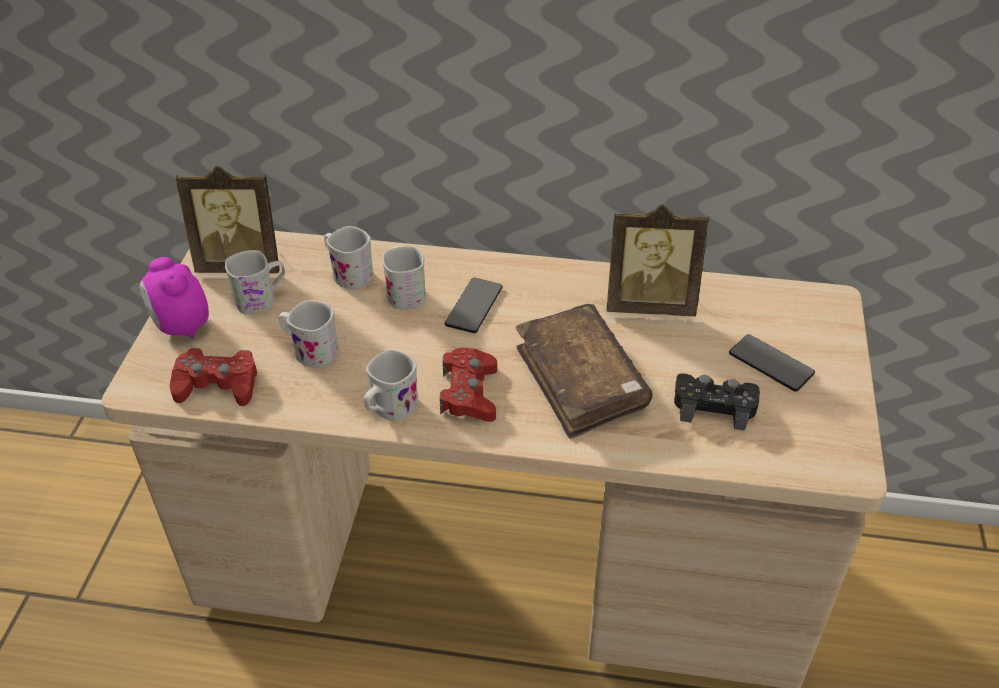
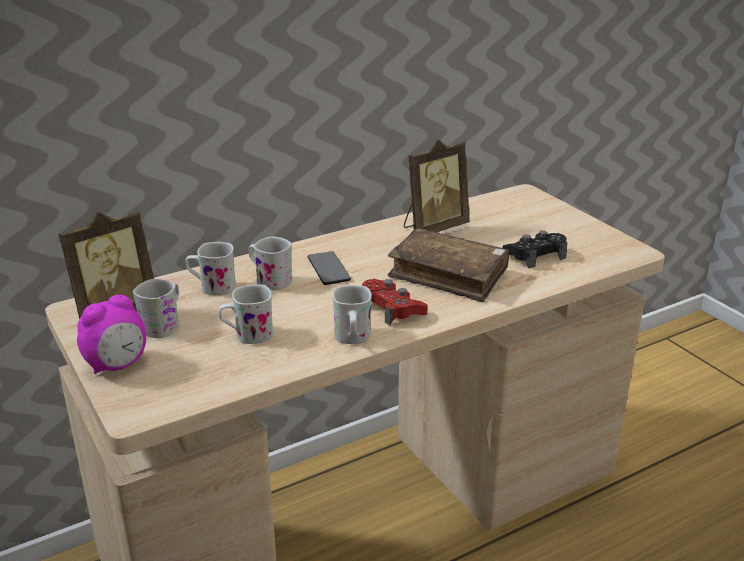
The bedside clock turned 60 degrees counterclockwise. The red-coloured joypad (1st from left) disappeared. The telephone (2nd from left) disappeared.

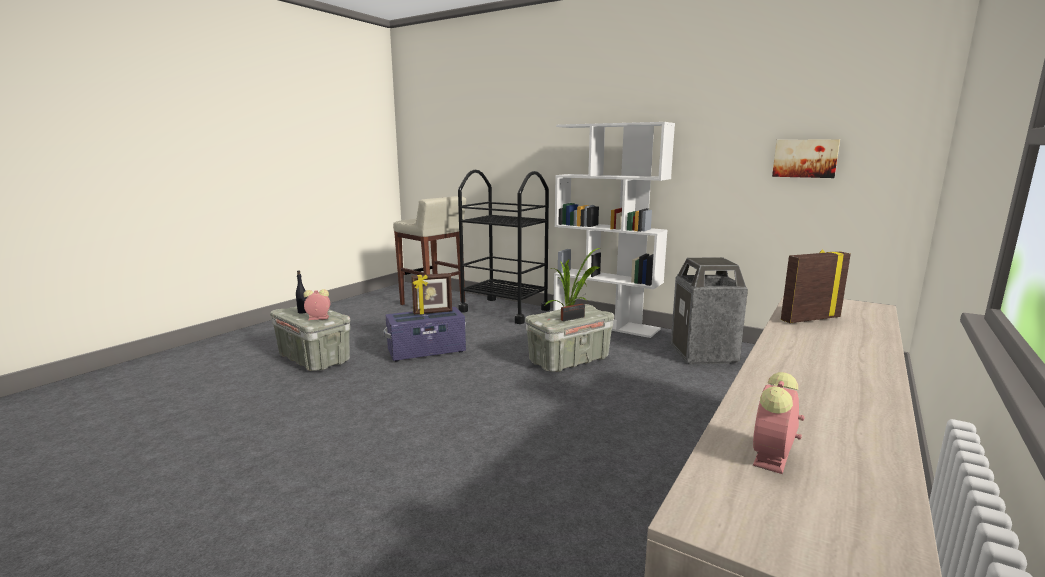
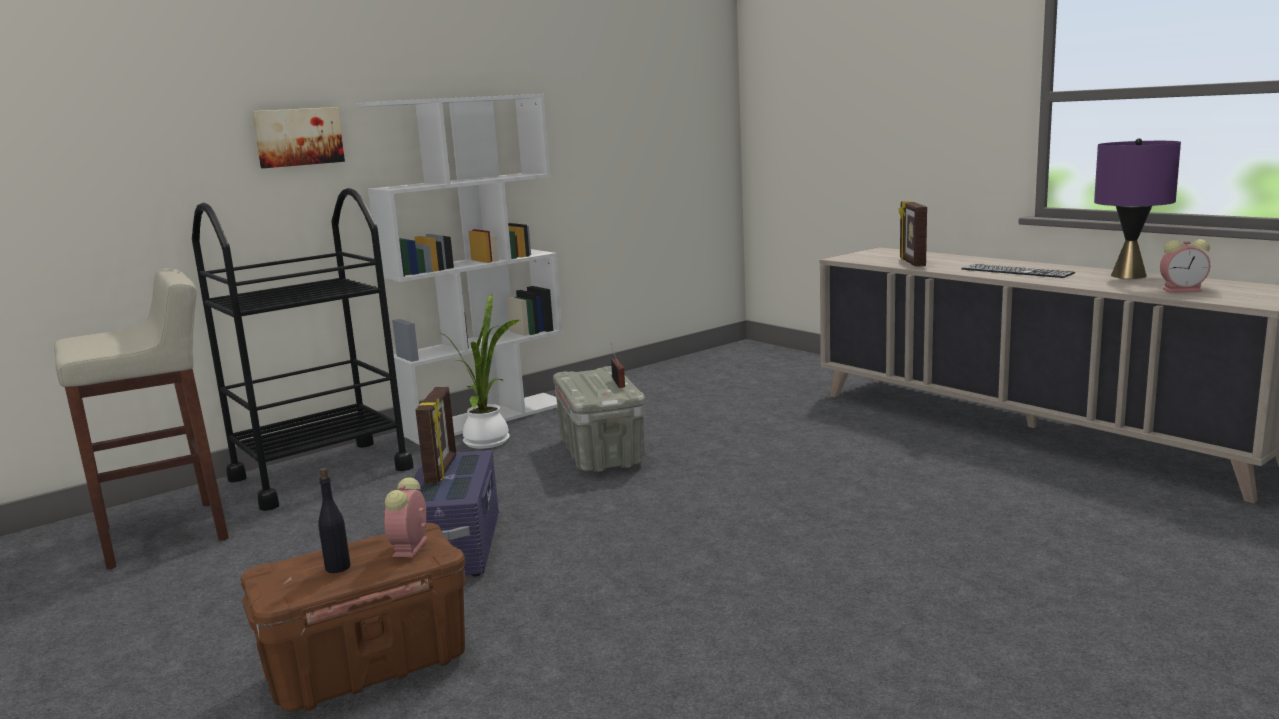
The gray storage container (1st from left) became the brown-coloured storage container. The rubbish bin disappeared. The bedside clock (2nd from left) turned 45 degrees counterclockwise. The wall art moved. The PC keyboard appeared. The purplish table lamp appeared.

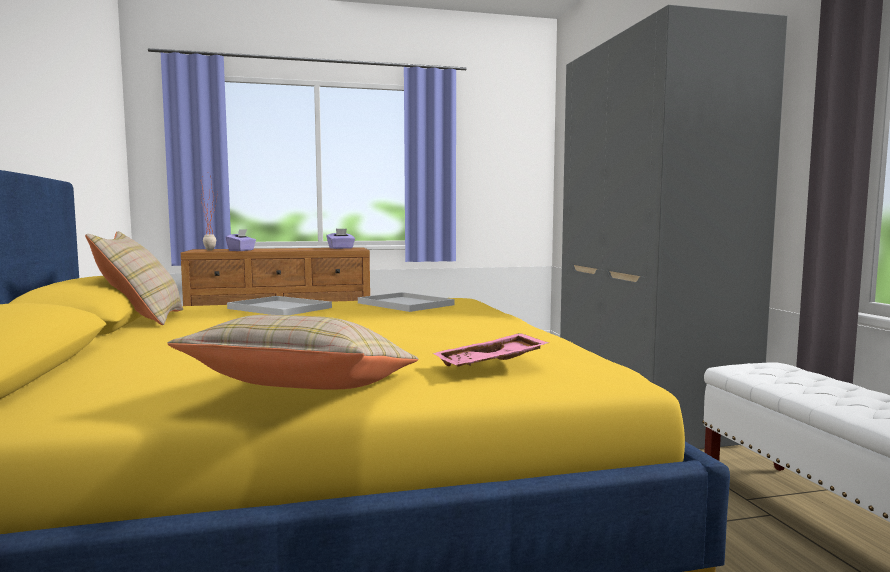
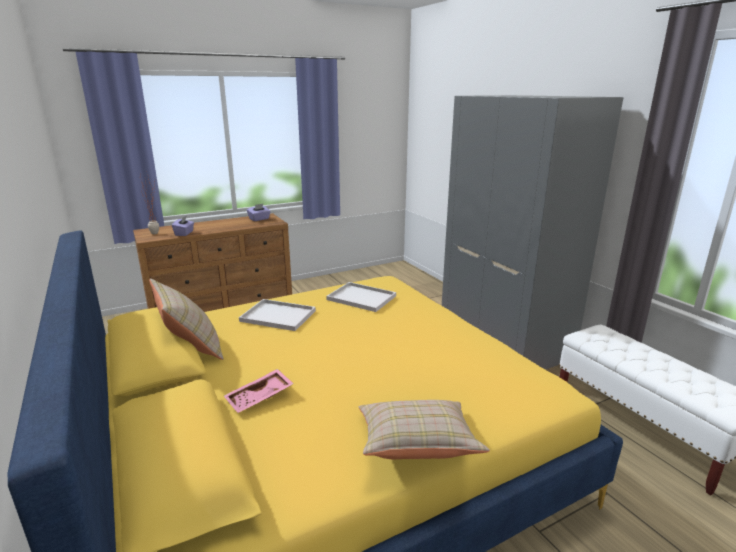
The pinkish serving tray moved.

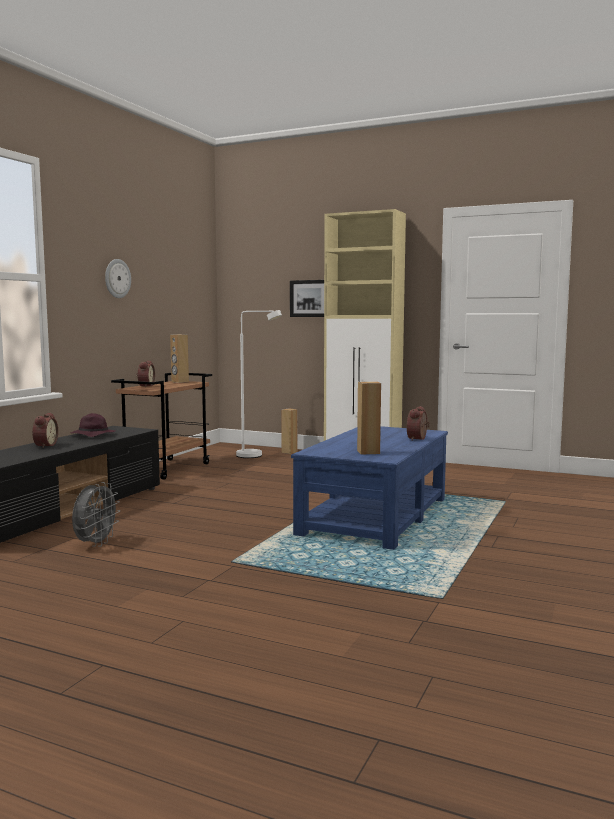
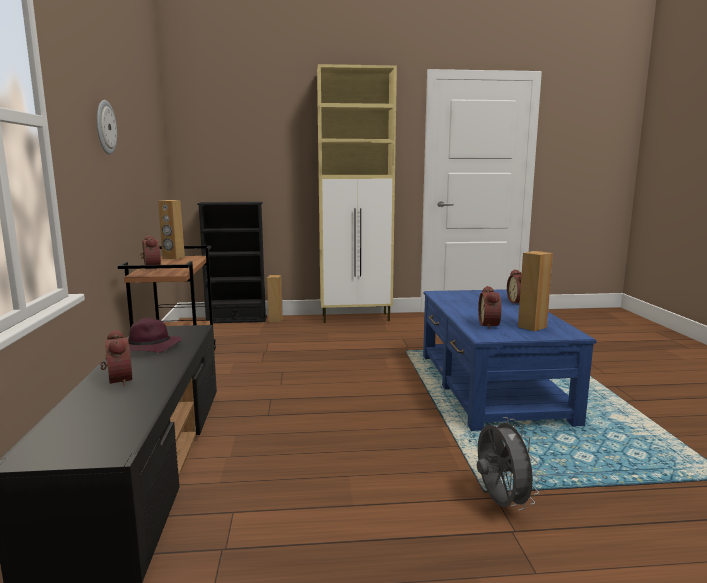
The gray fan moved. The white-coloured standing lamp disappeared. The wall art disappeared. The blackish bookshelf appeared. The bedside clock (3rd from left) appeared.

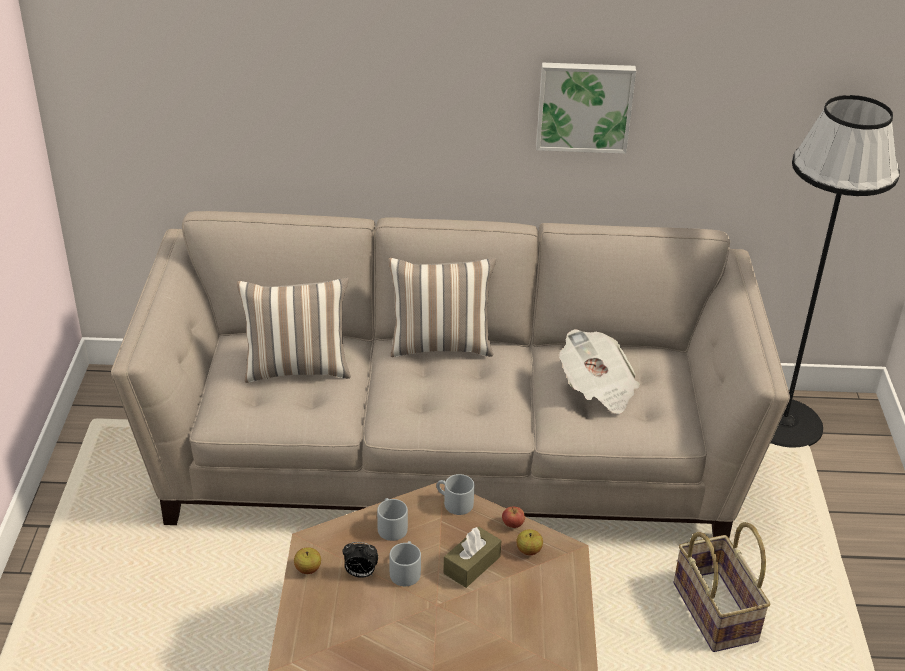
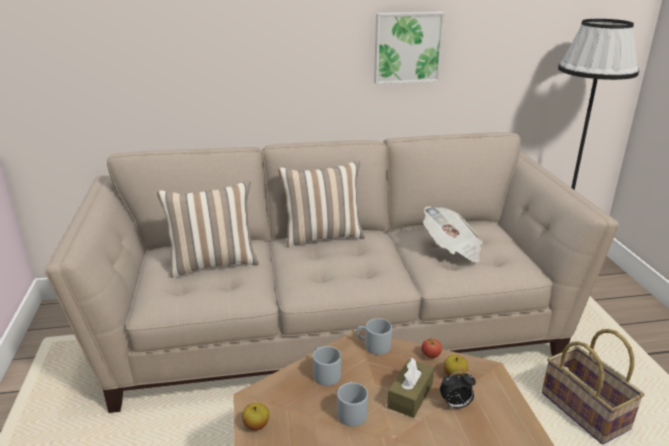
The bedside clock moved.

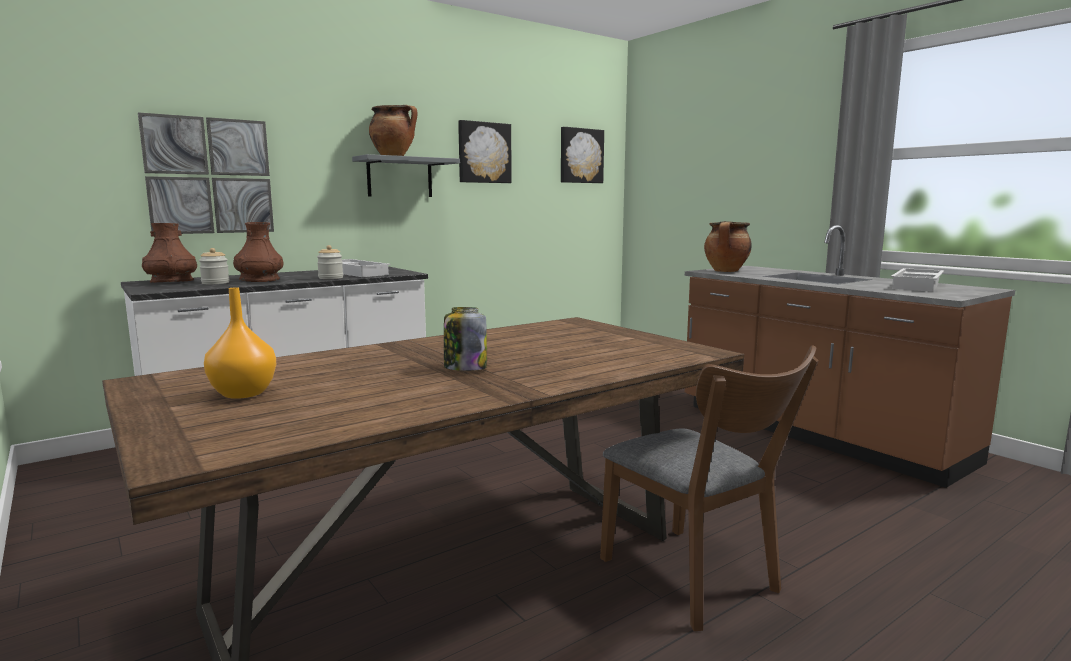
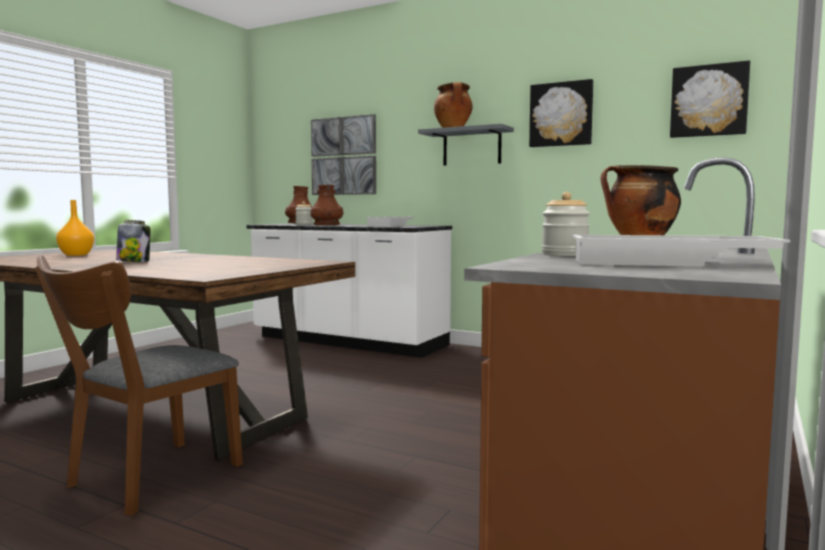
The jar (2nd from left in the first image) moved.

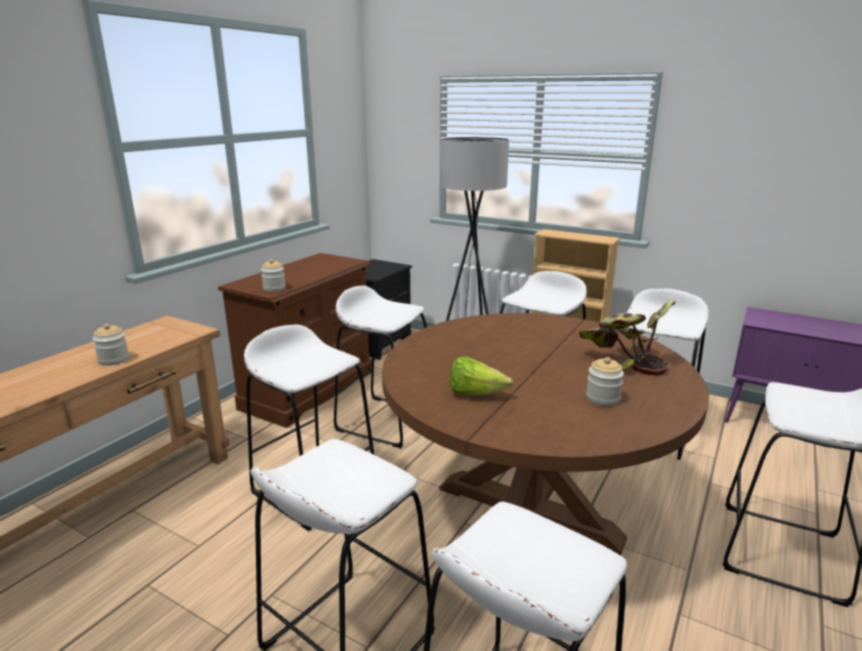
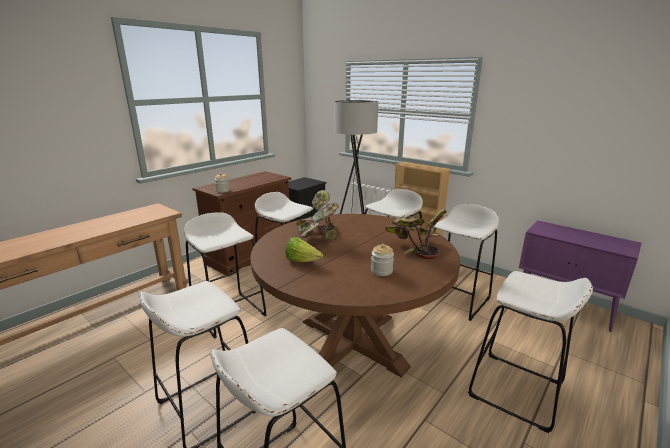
The jar (1st from left) disappeared. The potted plant (1st from left) appeared.

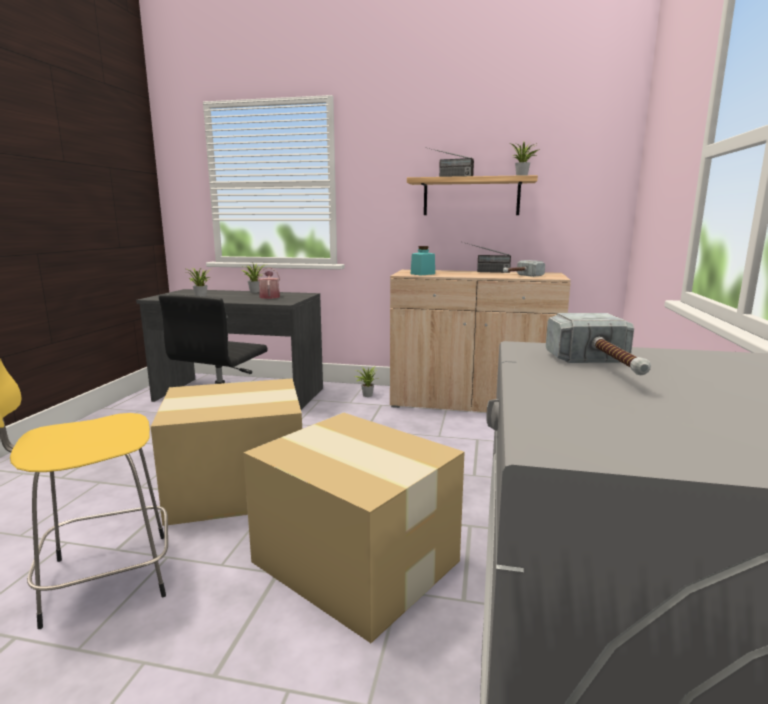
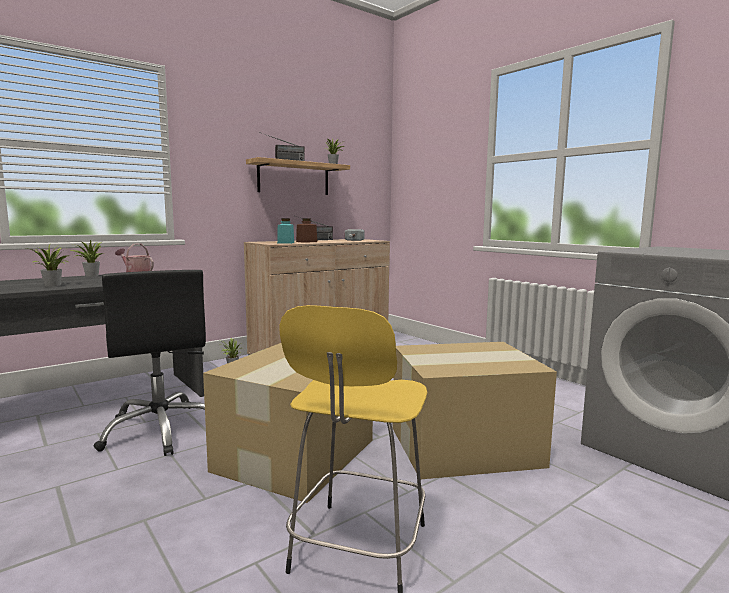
The hand hammer (2nd from left) disappeared. The brown-coloured jar appeared.

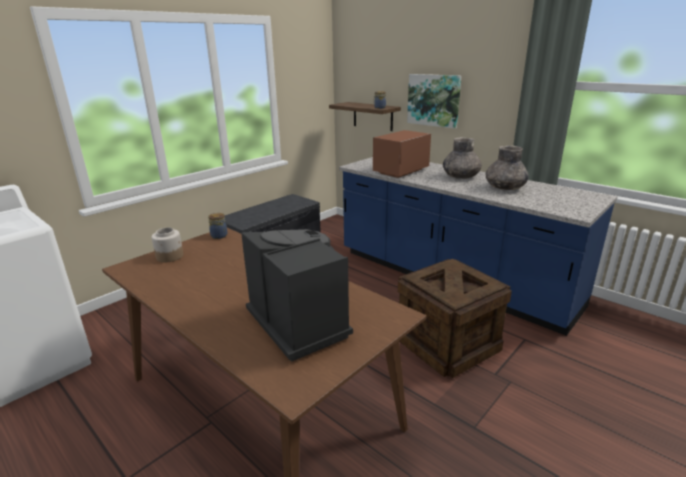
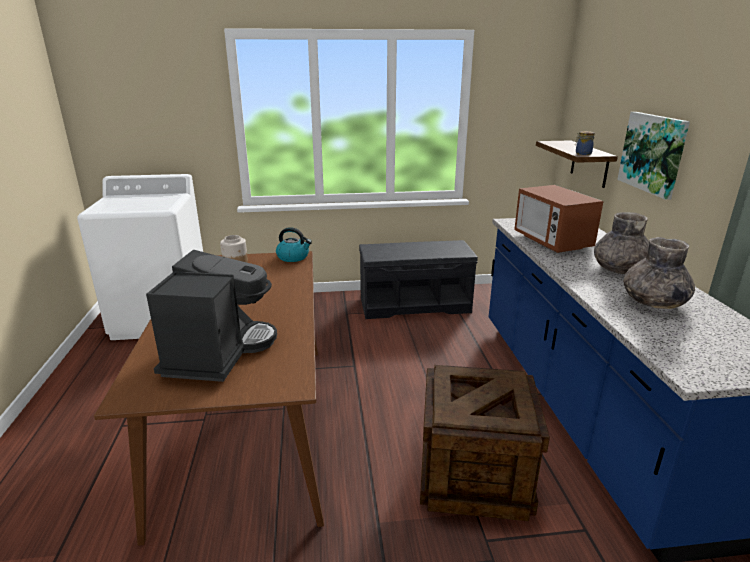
The jar (2nd from left) was replaced by the water kettle. The kitchen microwave turned 105 degrees counterclockwise.

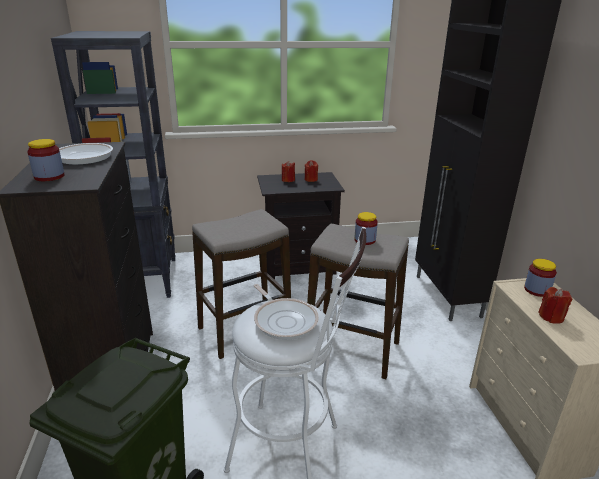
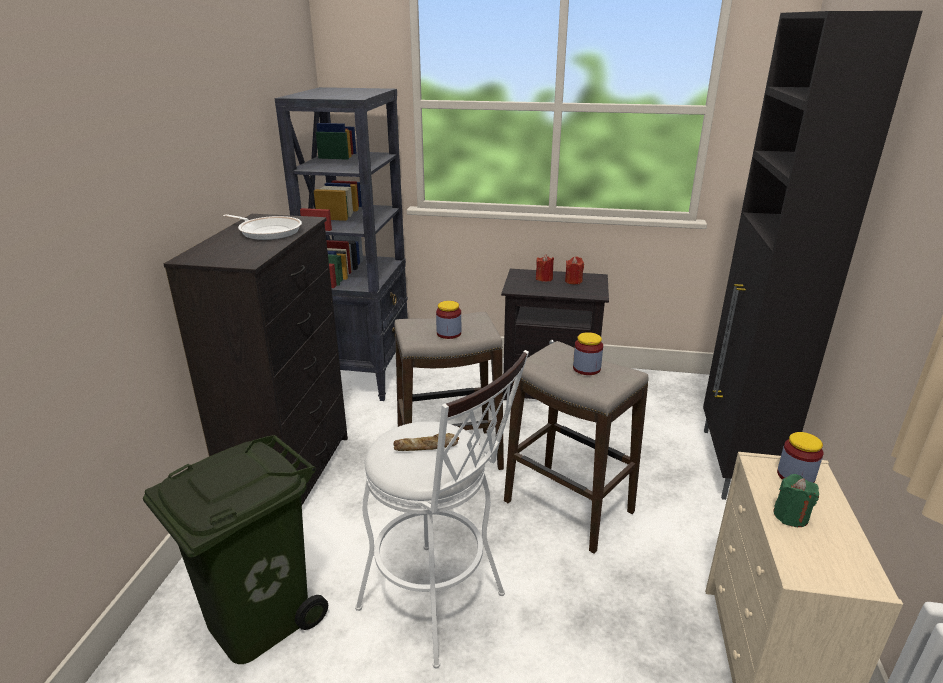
The jar (1st from left) moved. The pan (2nd from left) was replaced by the baked bread. The red-coloured candle (3rd from left) became the green-coloured candle.

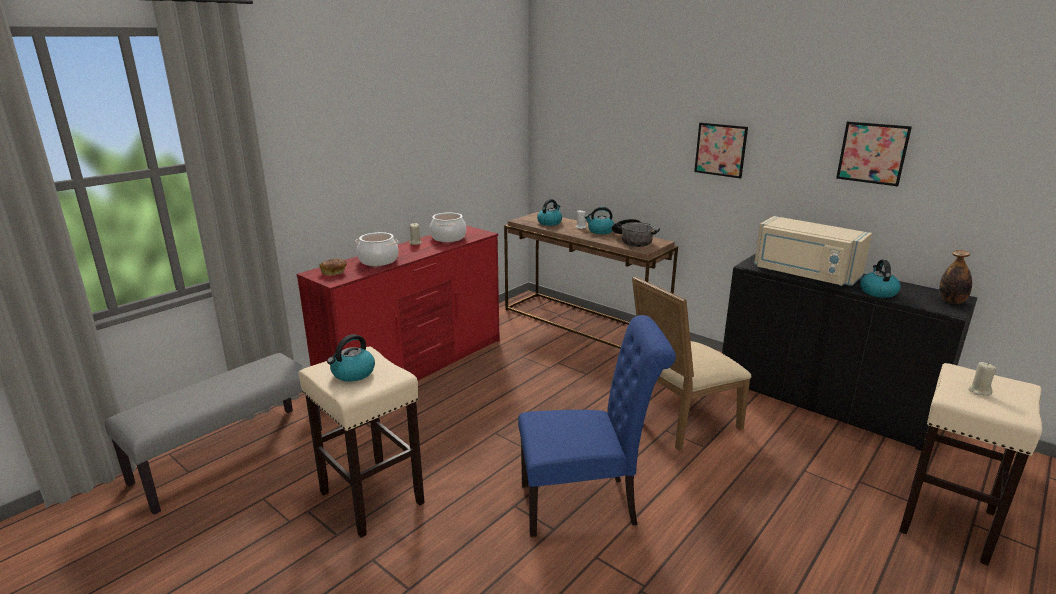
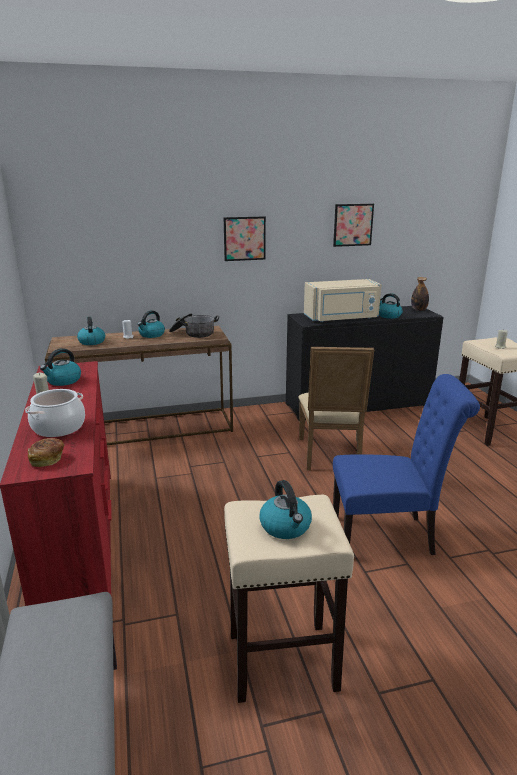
The saucepot (2nd from left) was replaced by the water kettle (1st from left). The blue plain chair turned 60 degrees clockwise.

